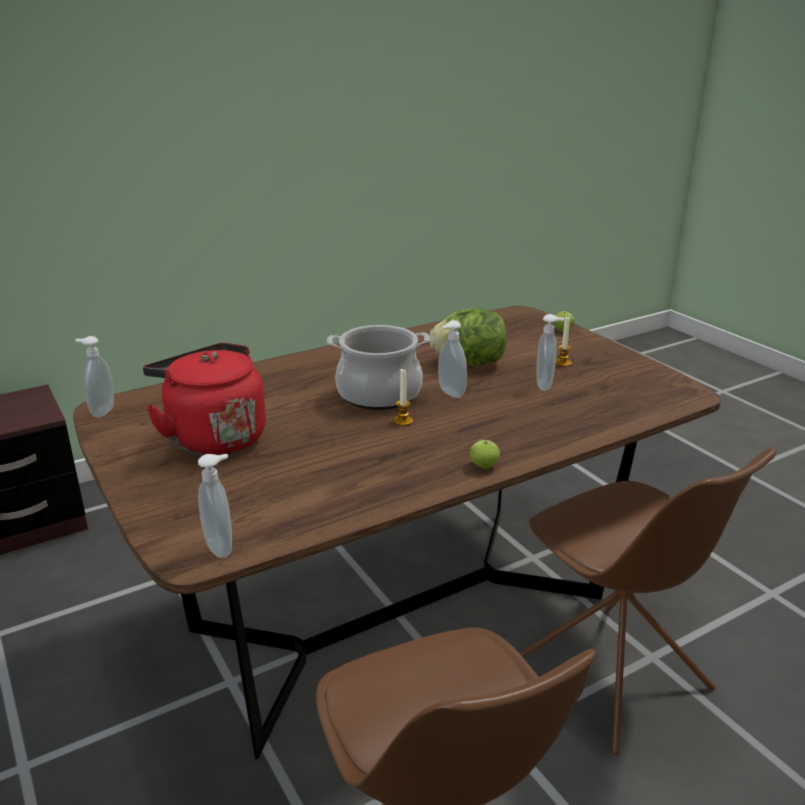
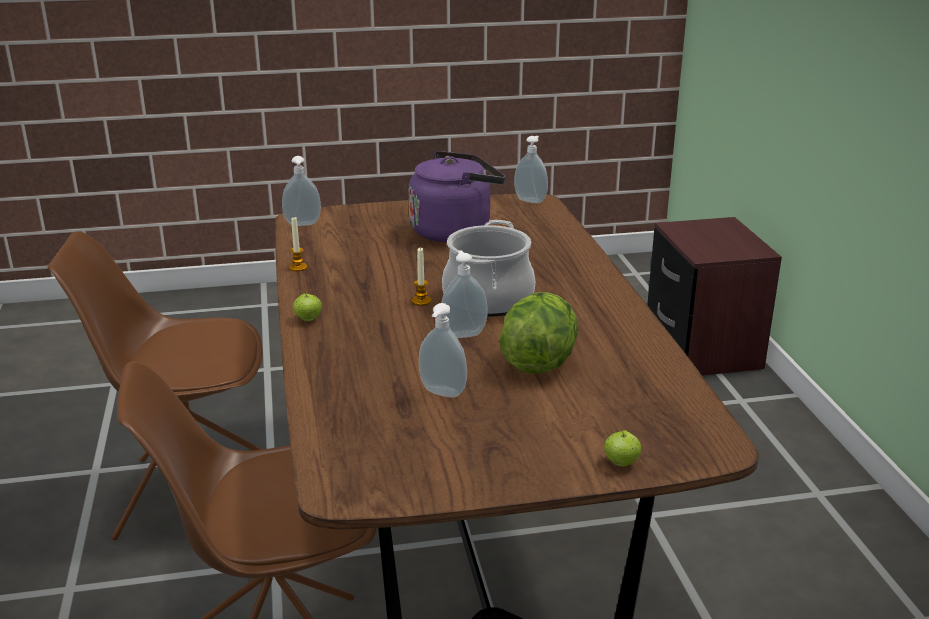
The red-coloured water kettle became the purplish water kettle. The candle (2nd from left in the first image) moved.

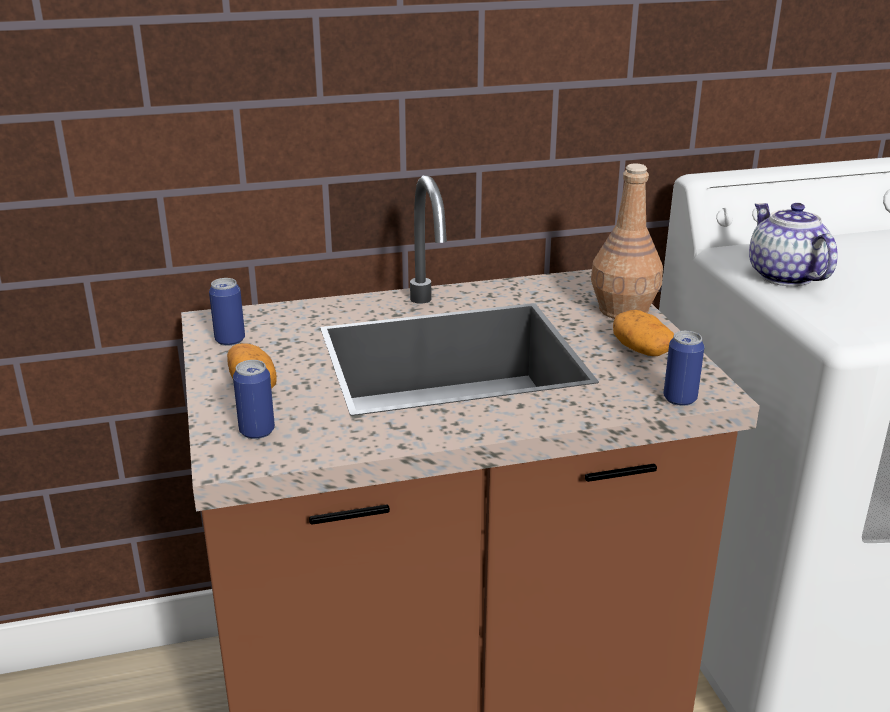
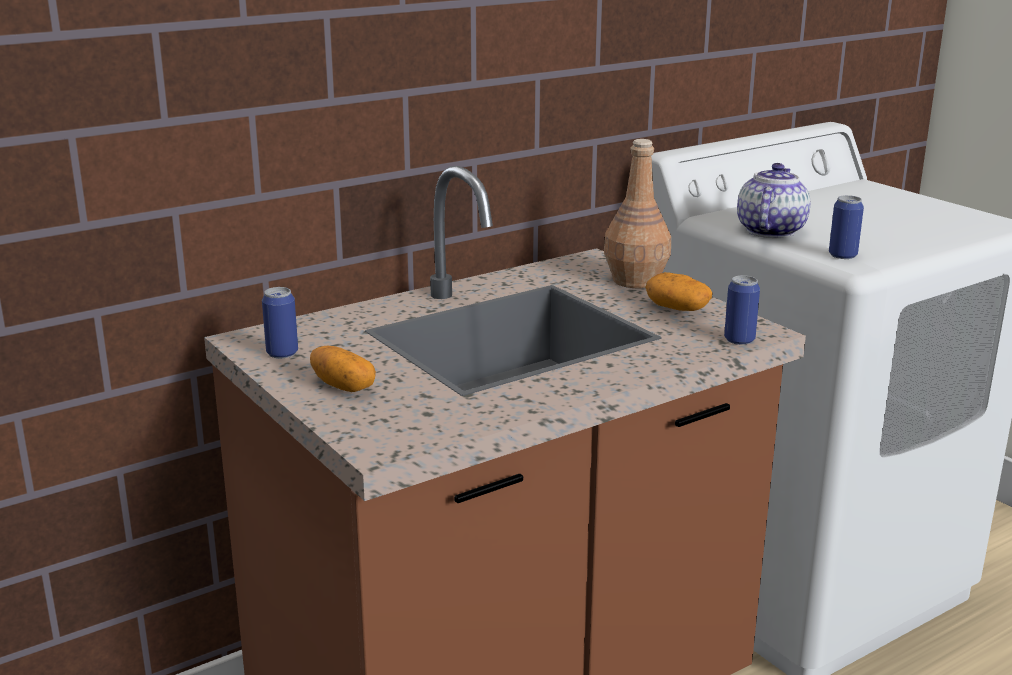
The metal can (2nd from left in the first image) moved. The teapot turned 60 degrees clockwise.

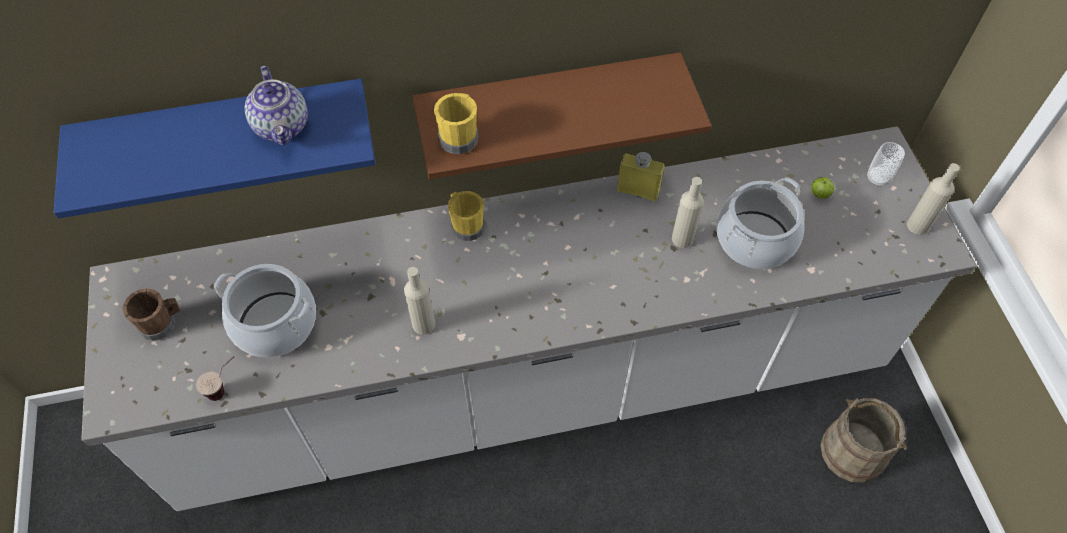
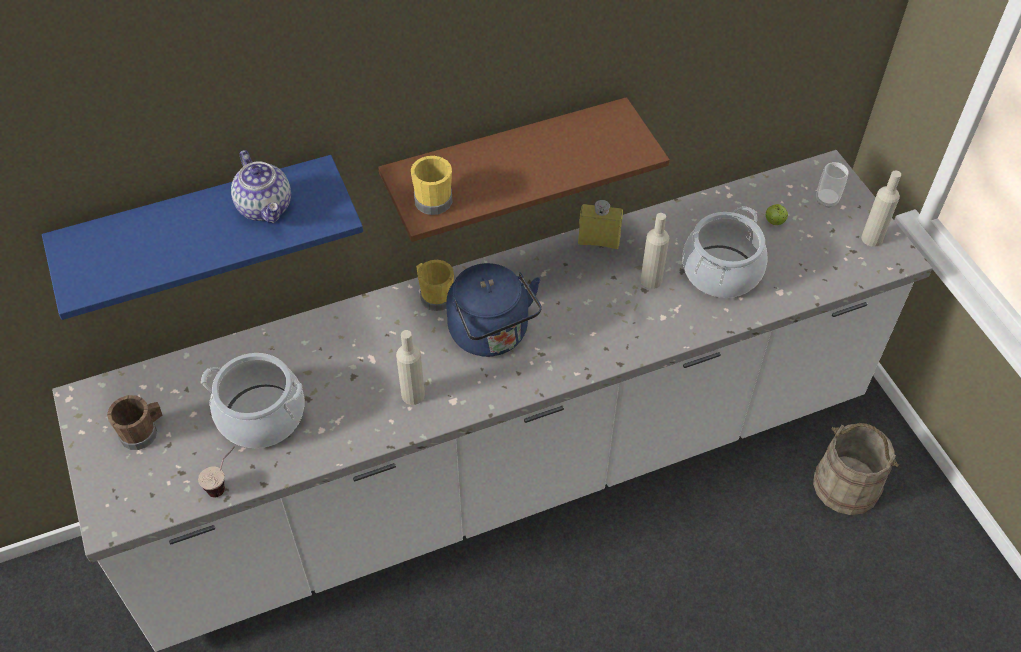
The blue water kettle appeared.

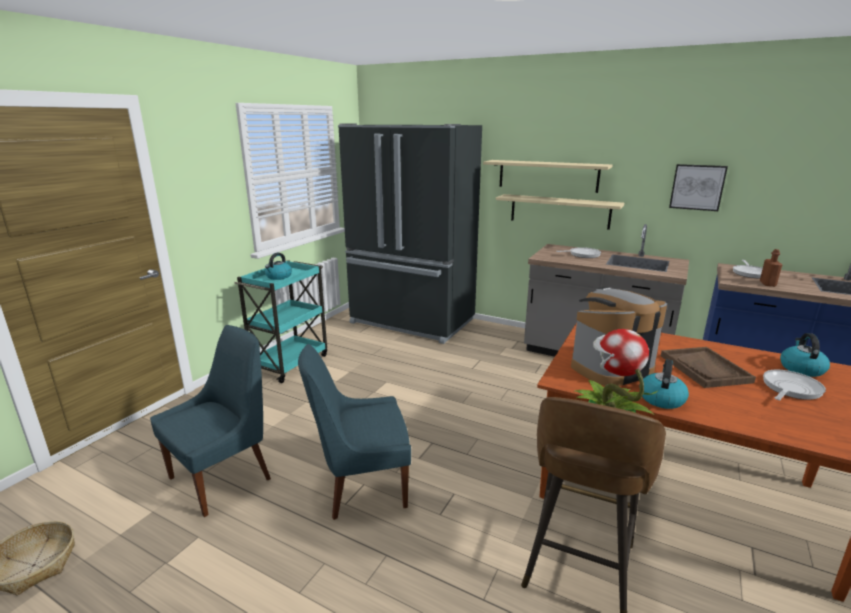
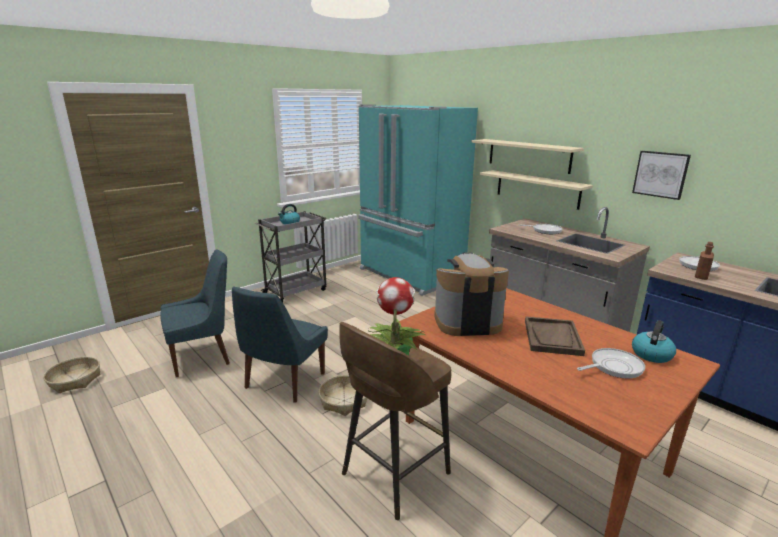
The turquoise wheeled cart became the gray wheeled cart. The blue plain chair (2nd from left) turned 75 degrees counterclockwise. The blackish refrigerator became the turquoise refrigerator. The water kettle (2nd from left) disappeared. The basket (2nd from left) appeared.

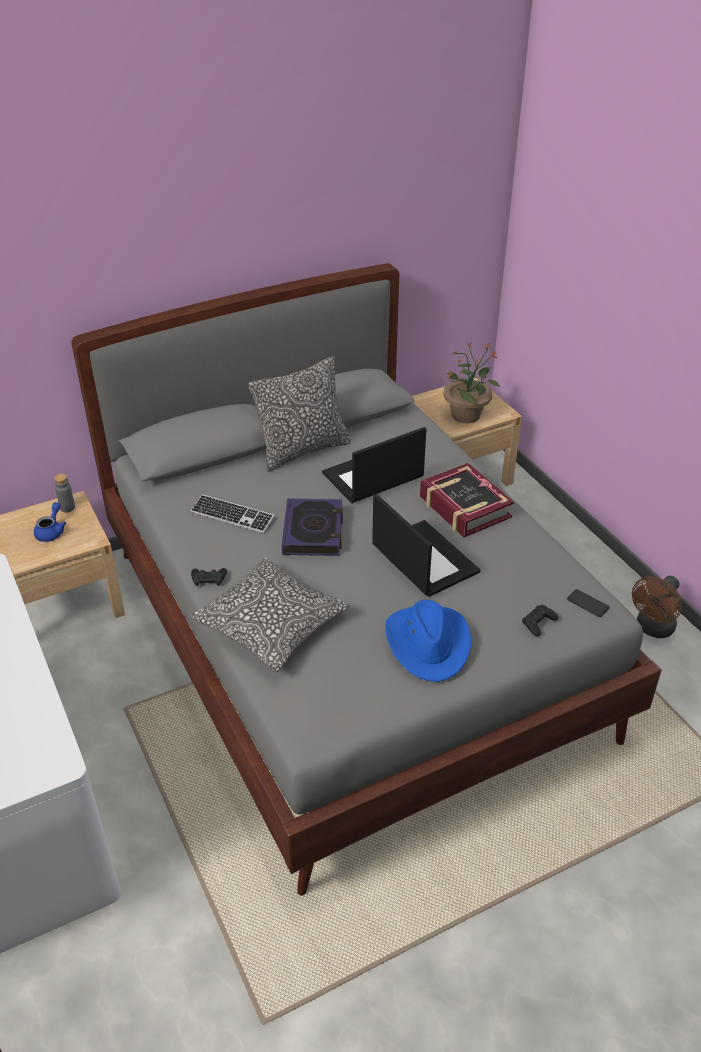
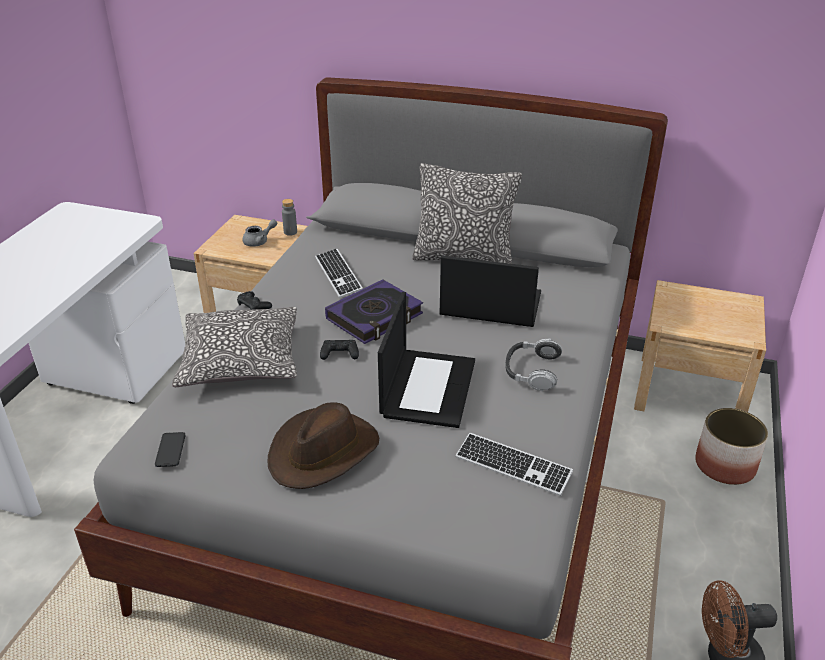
The blue teapot became the gray teapot. The blue wearable hat became the brown-coloured wearable hat. The bound book (2nd from left) was replaced by the headphones. The potted plant disappeared. The blackish joypad (2nd from left) moved. The telephone moved. The PC keyboard (2nd from left) appeared. The plant pot appeared.

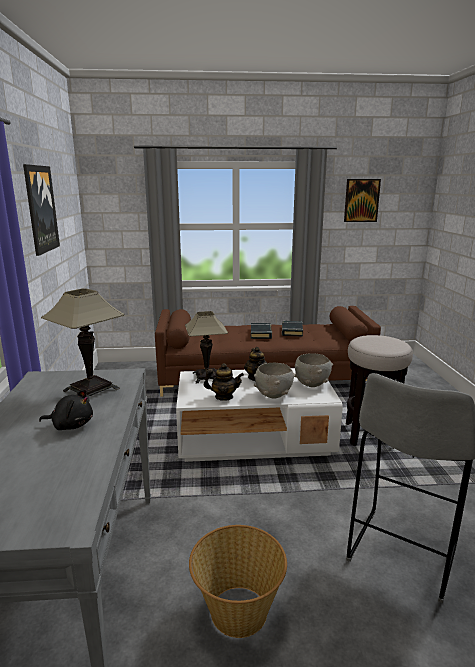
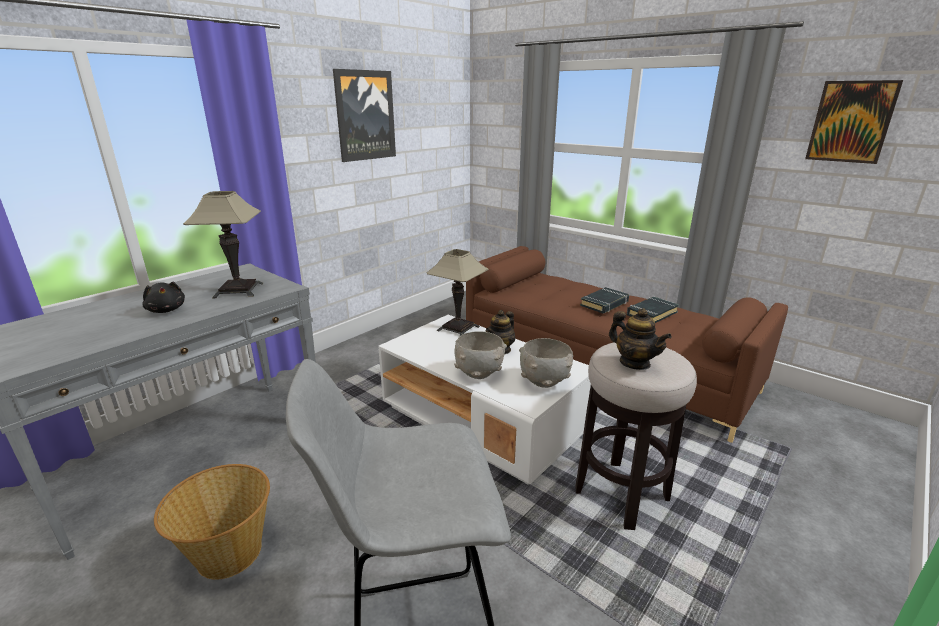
The teapot (1st from left in the first image) moved.

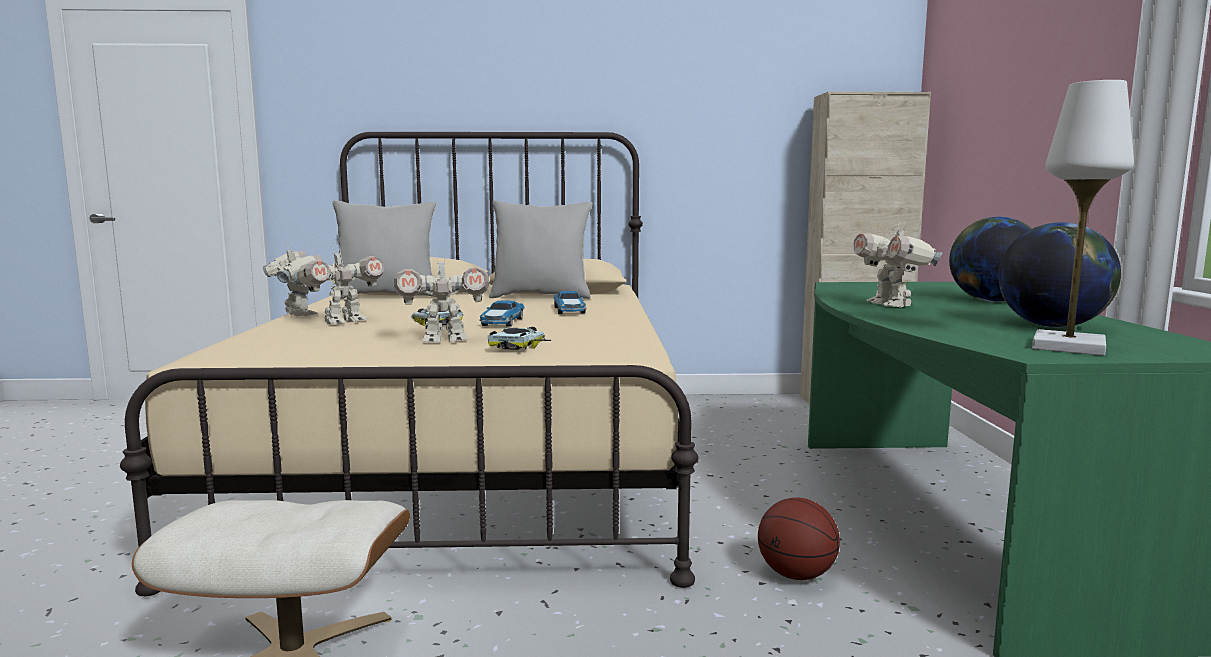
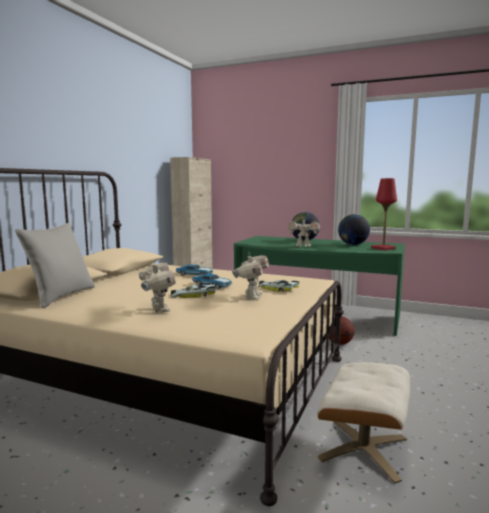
The model robot (1st from left) disappeared. The gray pillow (2nd from left) disappeared. The white-coloured table lamp became the red-coloured table lamp.

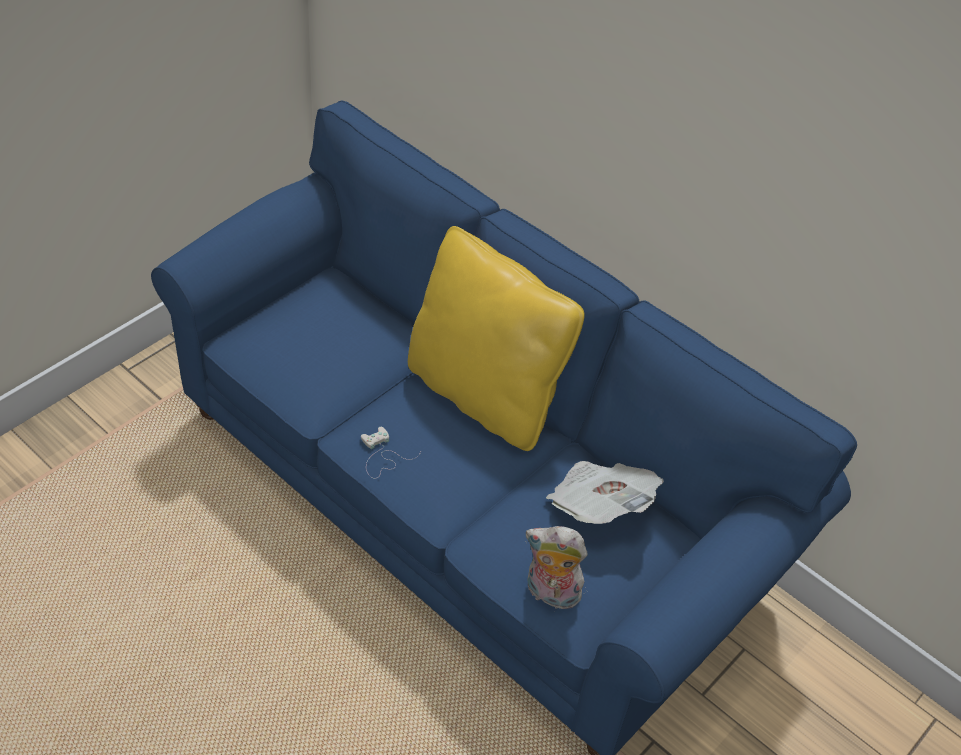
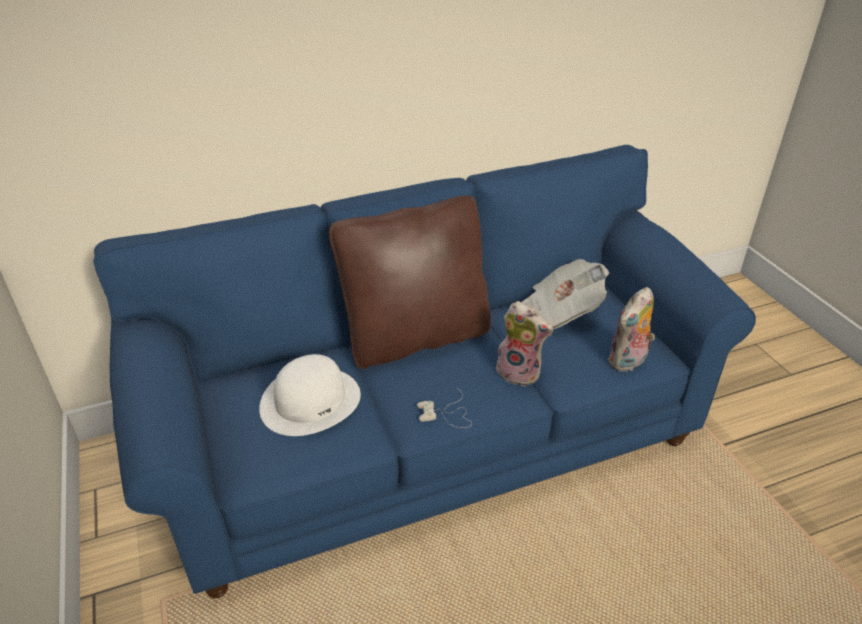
The yellow-coloured pillow became the brown-coloured pillow. The white-coloured wearable hat appeared. The cuddly toy (1st from left) appeared.

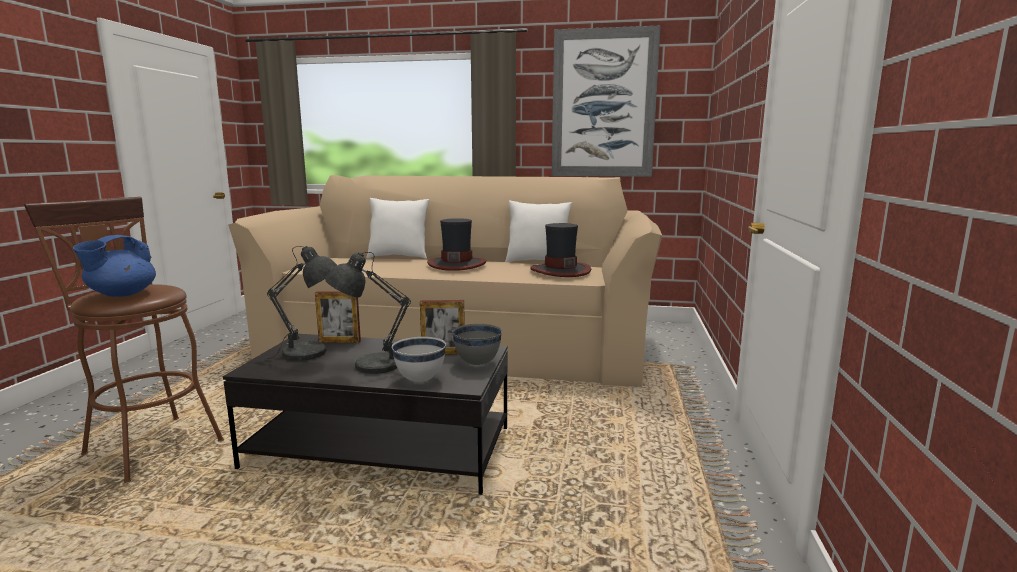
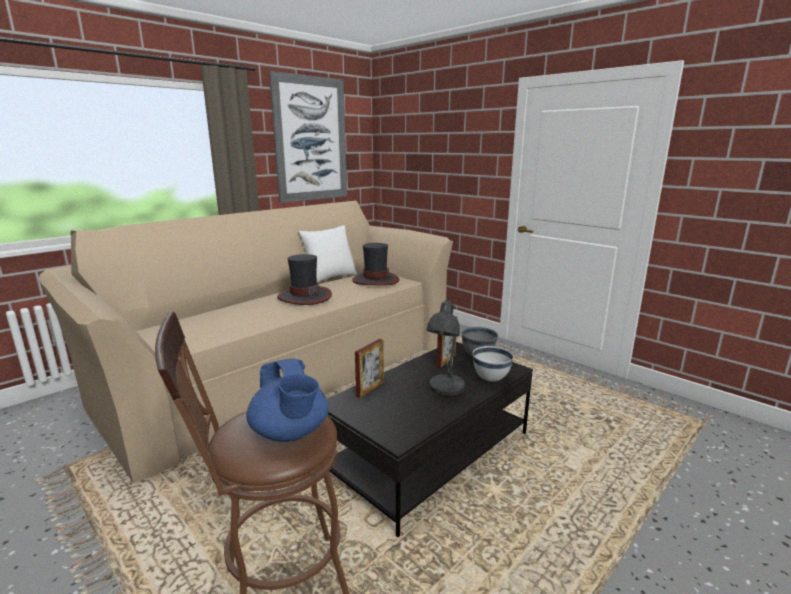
The gray table lamp (1st from left) disappeared. The white-coloured pillow (1st from left) disappeared.

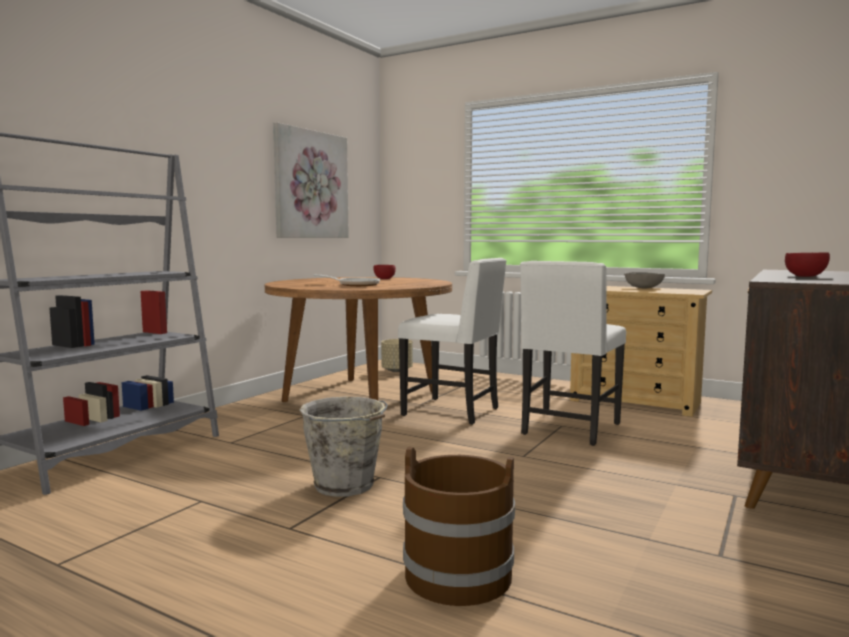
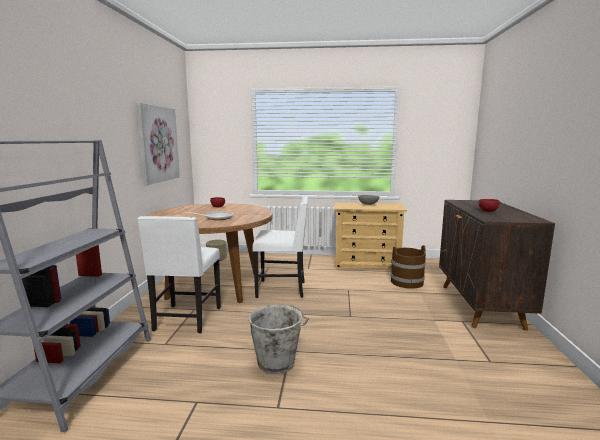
The brown-coloured pail moved. The white-coloured plain chair (2nd from left in the first image) moved.

